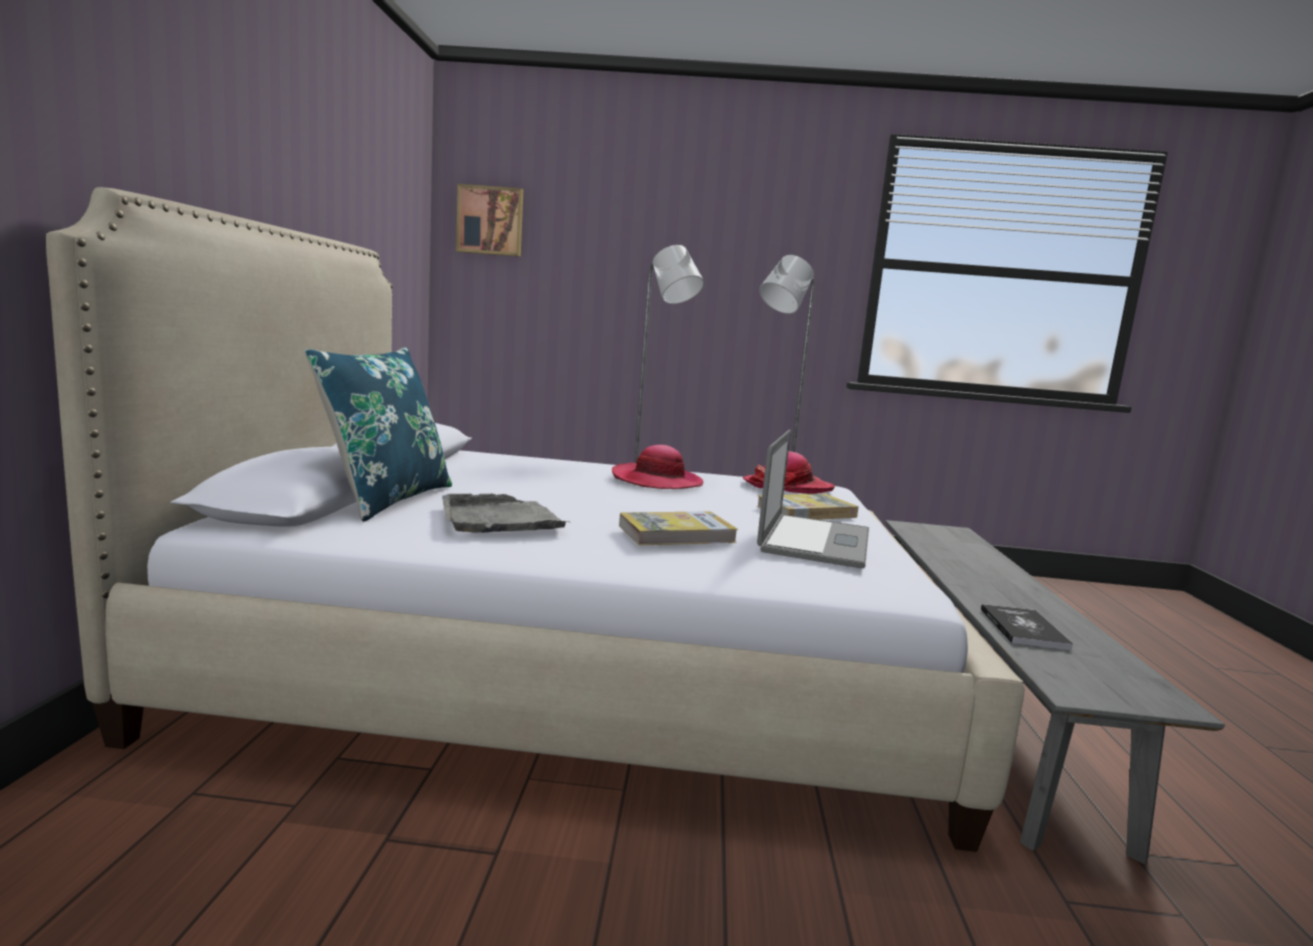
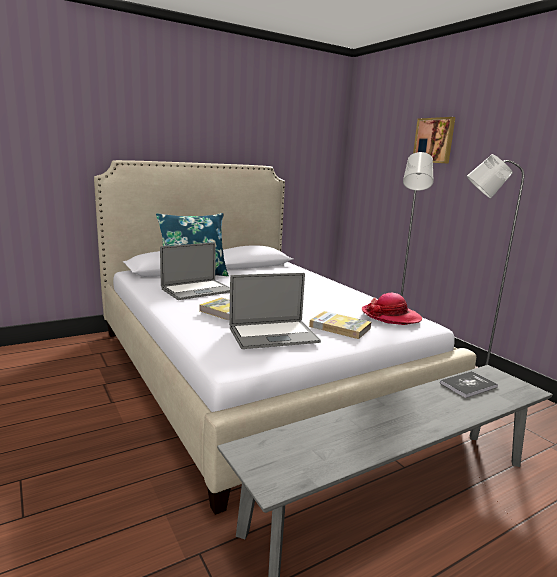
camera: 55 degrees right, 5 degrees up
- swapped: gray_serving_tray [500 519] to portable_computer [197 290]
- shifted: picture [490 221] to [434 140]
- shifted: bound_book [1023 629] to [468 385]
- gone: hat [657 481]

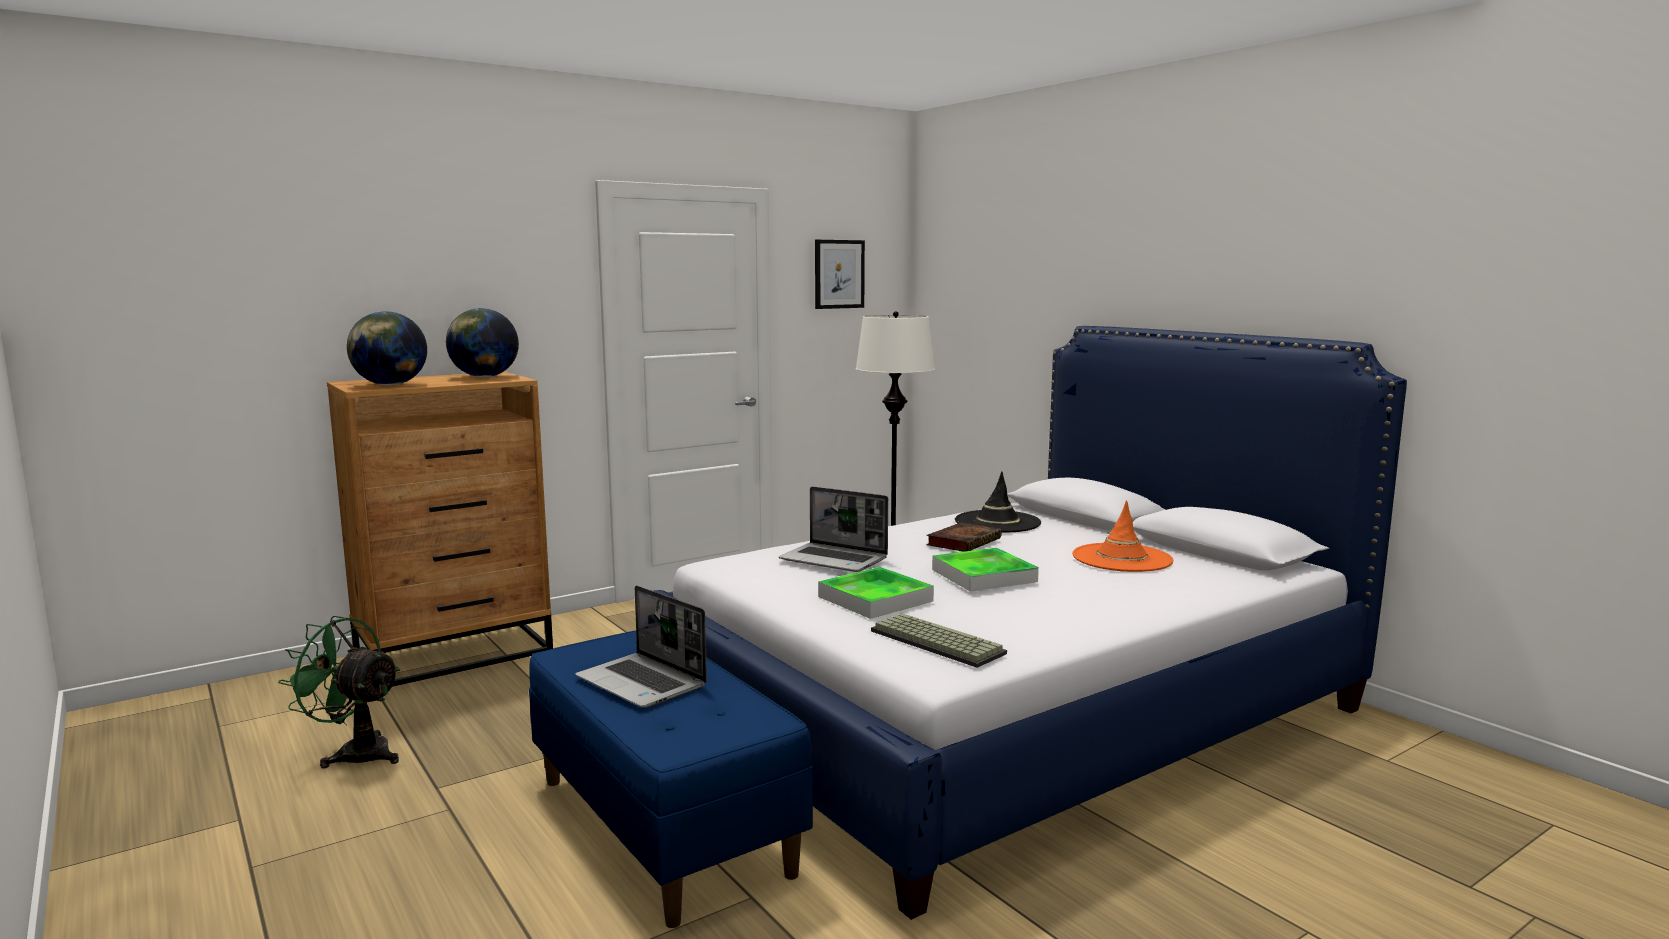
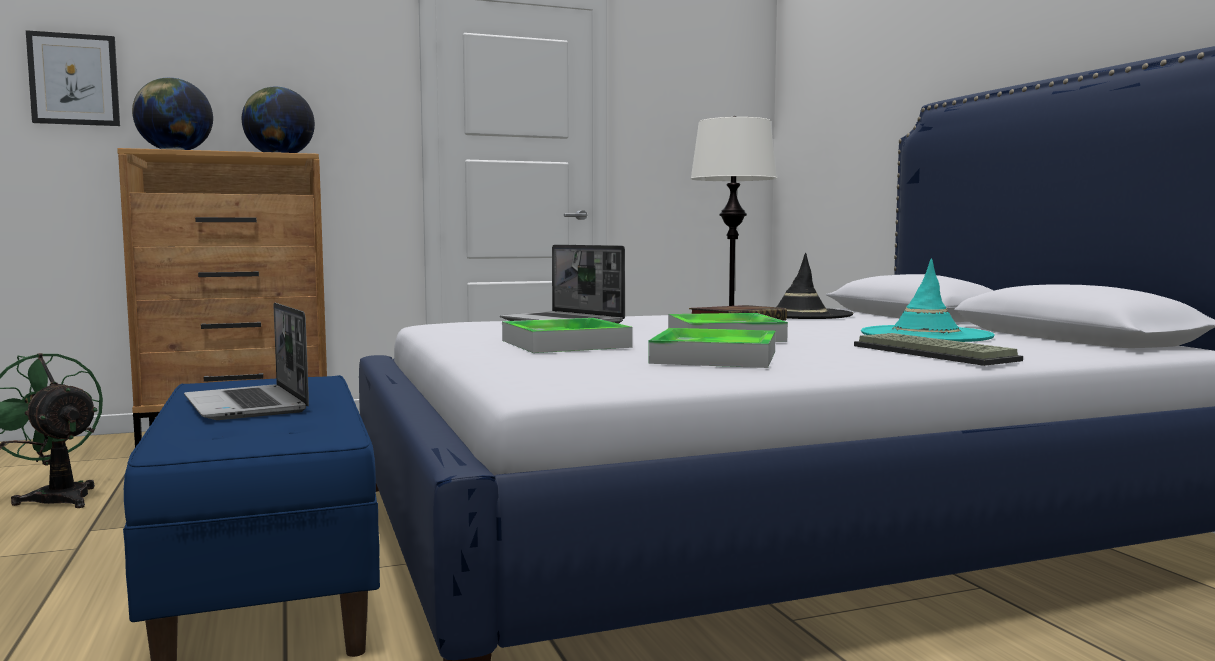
camera: 15 degrees right, 5 degrees down
- shifted: picture [839 274] to [74 79]
- new: serving_tray [714 357]
- shifted: keyboard [934 642] to [929 353]
- repainted: orange-coloured_hat [1121 558] to turquoise_hat [925 335]

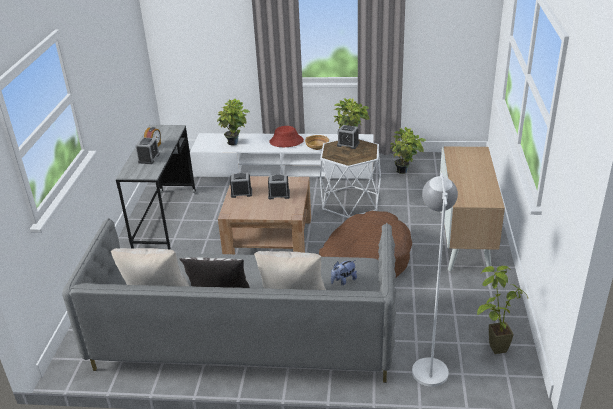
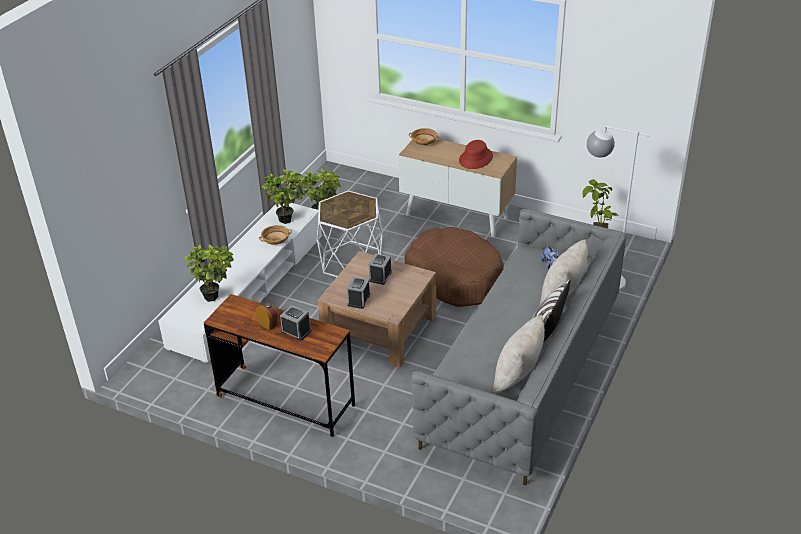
camera: 70 degrees left, 5 degrees up
- repainted: gray_desk_unit [165 219] to brown_desk_unit [285 401]
- new: sand-coloured_deep_dish [424 142]
- shifted: red-coloured_hat [286 141] to [476 159]
- gone: bedside_clock [348 144]

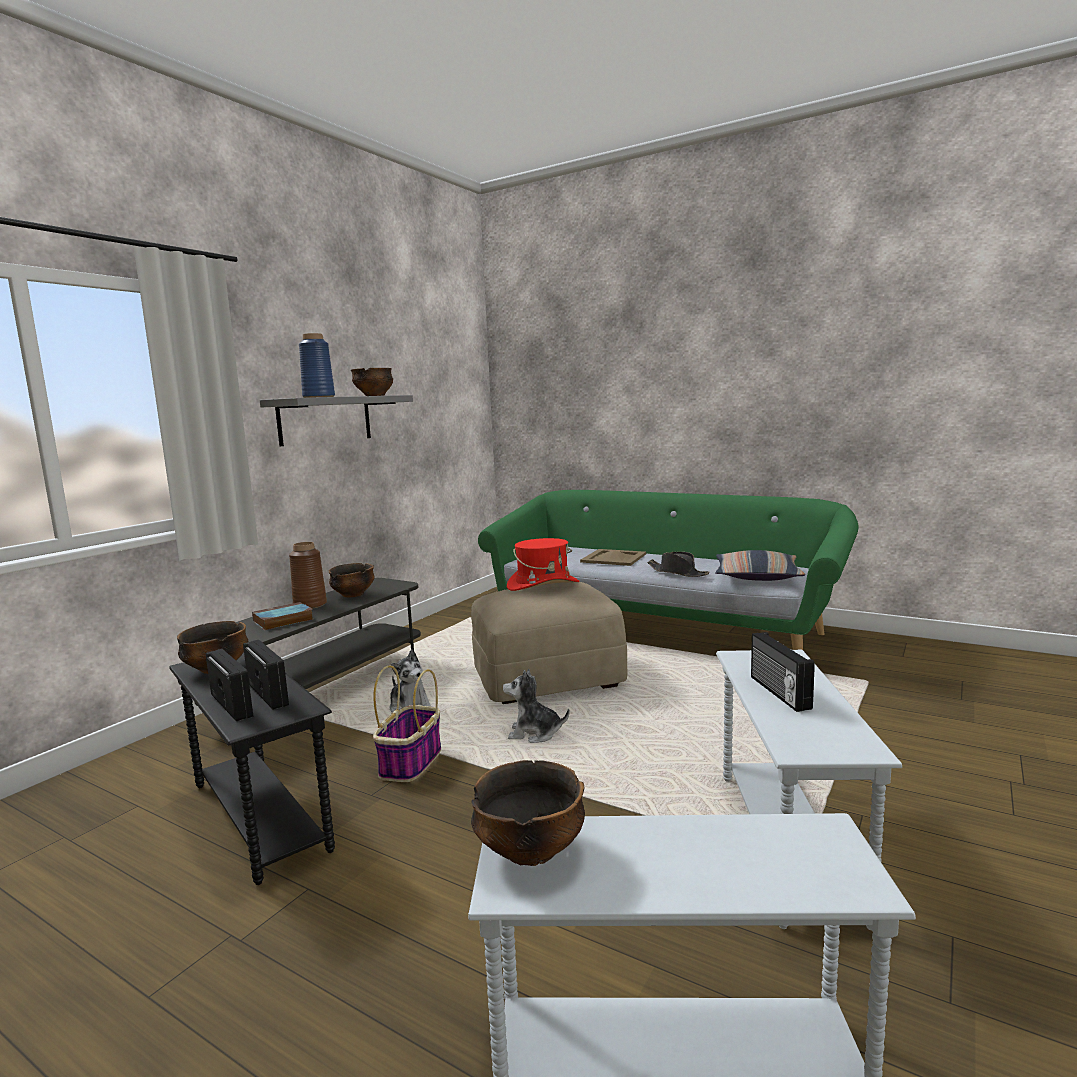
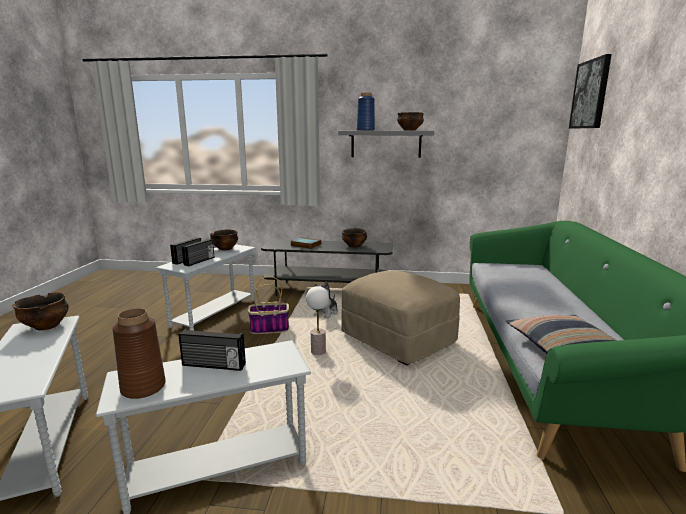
camera: 65 degrees right, 5 degrees up
- shifted: brown_vase [310 605] to [143 387]
- repainted: black_accent_table [258 817] to white_accent_table [214 313]
- rotated: radio_receiver [778 692] = [213 365] 135 degrees counterclockwise
- swapped: cuddly_toy [534 734] to tabletop_lamp [318 352]
- new: picture [590 94]
- gone: red-coloured_hat [543 585]
- gone: sand-coloured_serving_tray [614 558]
- gone: black_hat [678 572]

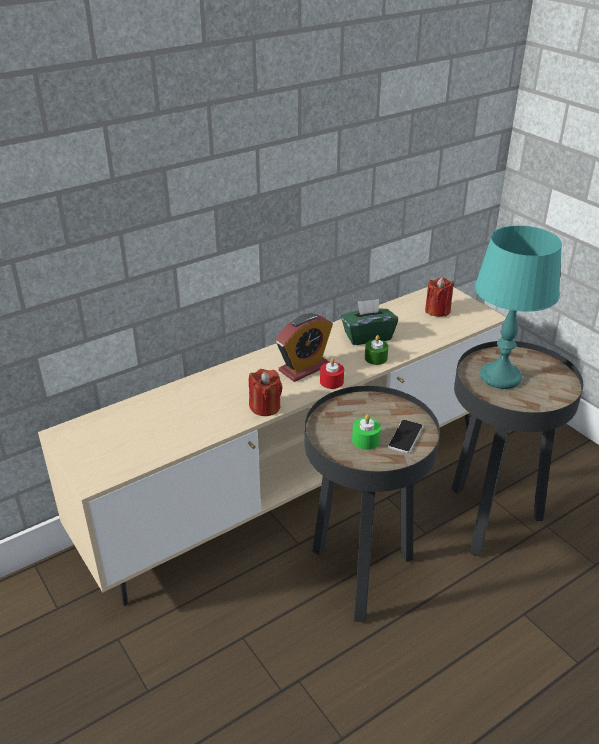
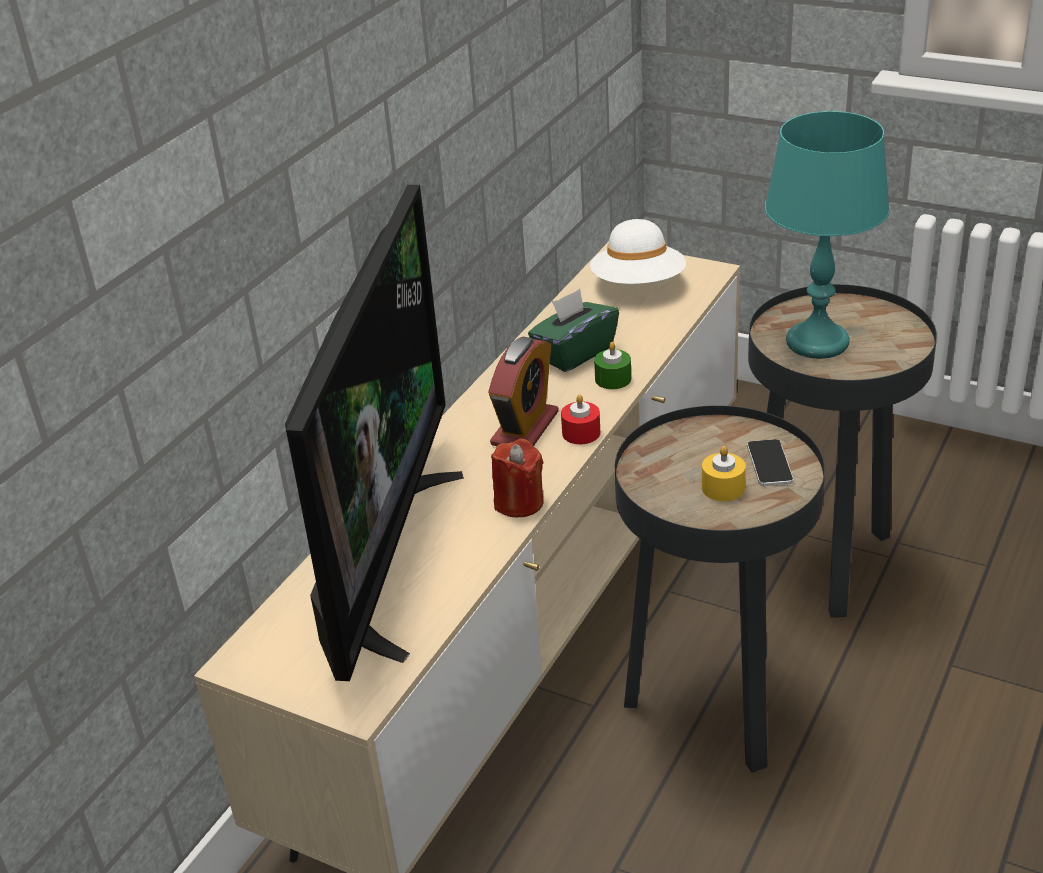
camera: 25 degrees left, 0 degrees up
- new: TV [383 558]
- swapped: red-coloured_wax_light [437 310] to white_hat [638 285]
- repainted: greenish_wax_light [365 440] to yellow_wax_light [723 488]

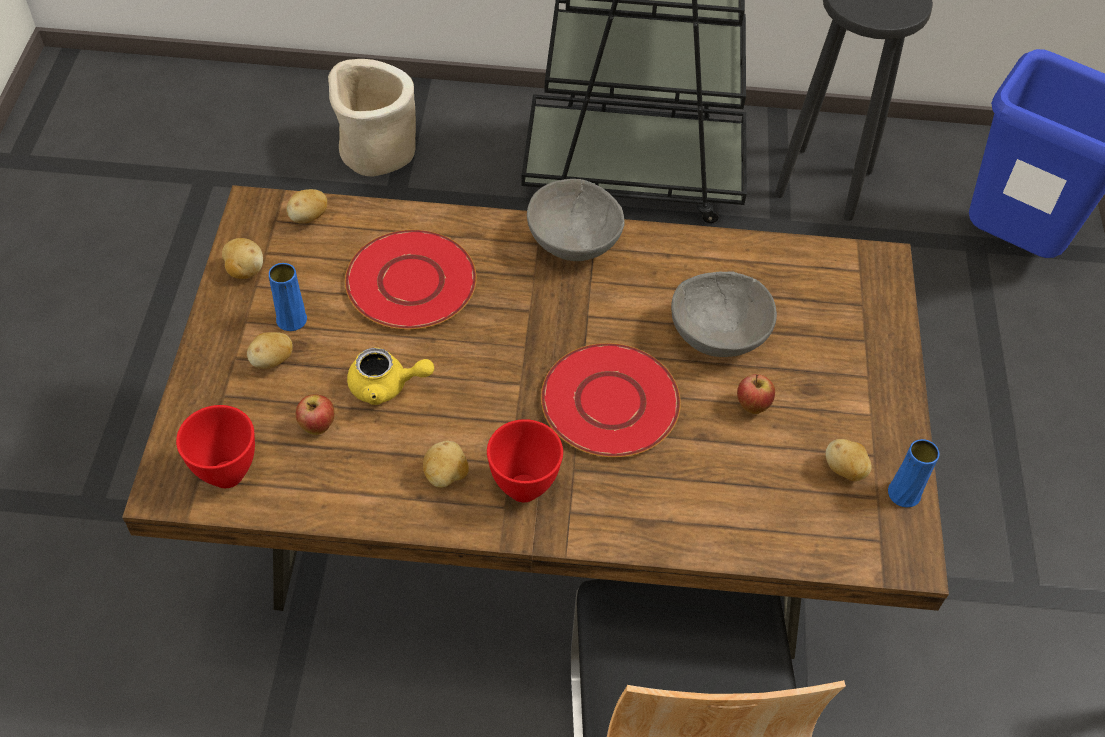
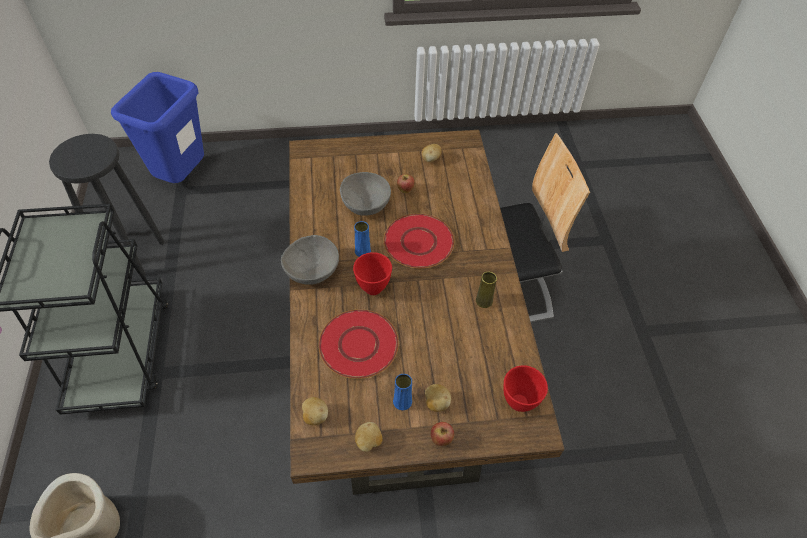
camera: 100 degrees left, 0 degrees up
- shifted: red-coloured_deep_dish [525 488] to [373 287]
- shifted: blue-coloured_vase [904 493] to [362 251]
- shifted: apple [317 427] to [441 439]
- swapped: potato [446 476] to yellow_vase [484 301]
- gone: yellow_pot_for_tea [386 386]

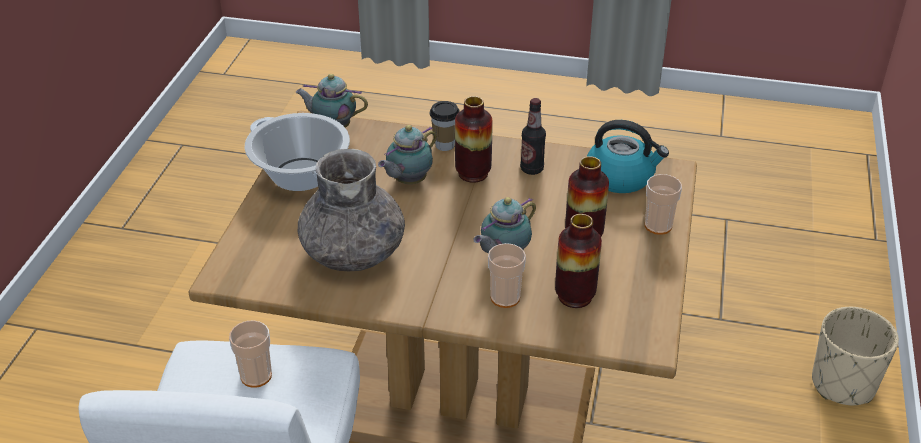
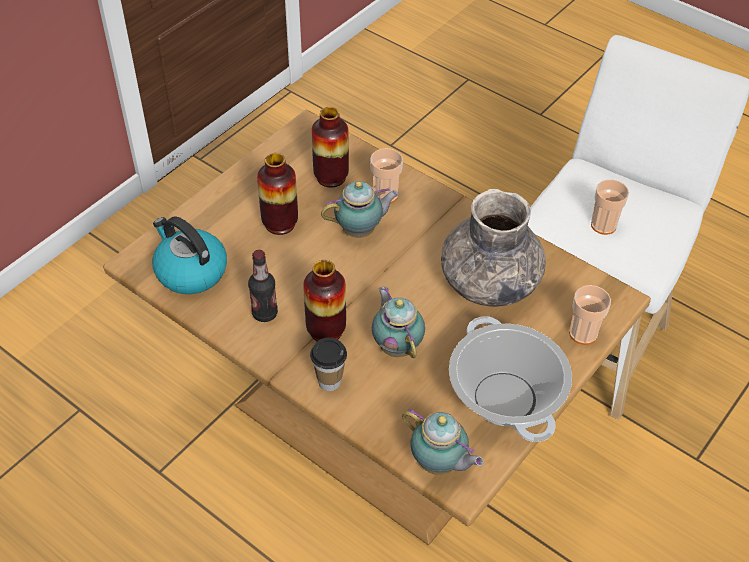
camera: 155 degrees left, 10 degrees up
- rotated: pot_for_tea [408 181] = [396 345] 90 degrees counterclockwise
- shifted: drinking_cup [658 226] to [583 333]
- gone: sand-coloured_plant_pot [843 384]

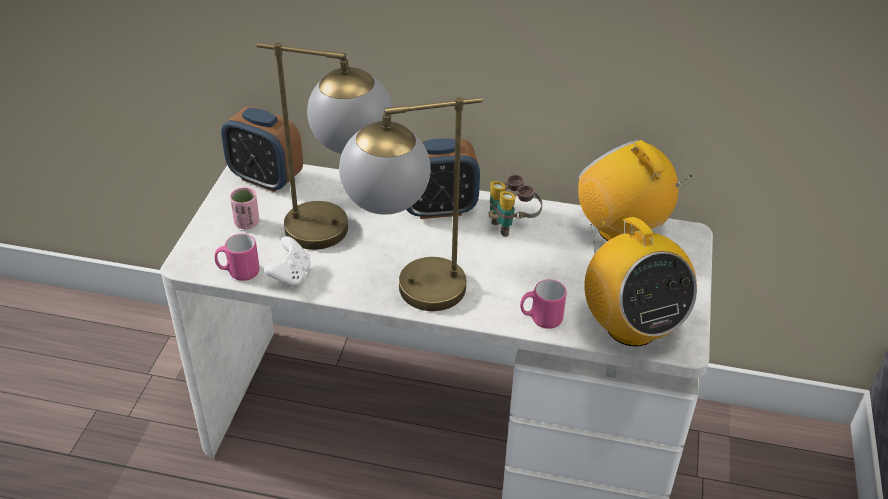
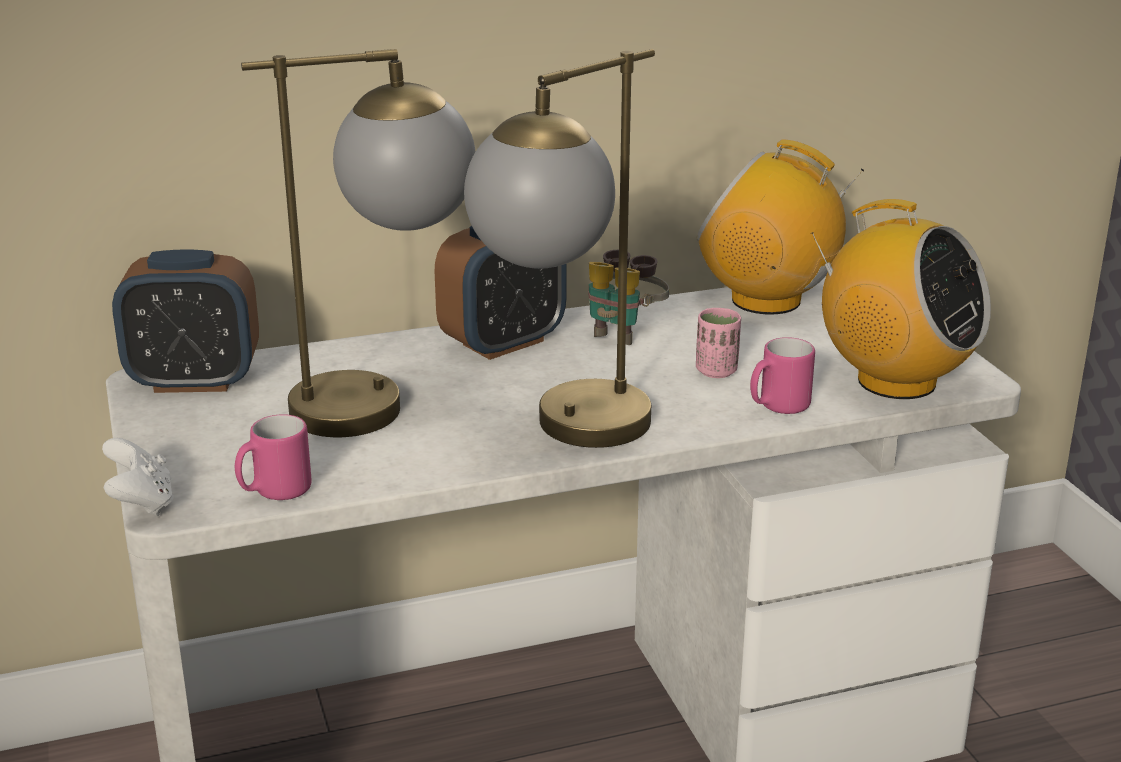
camera: 30 degrees left, 15 degrees down
- shifted: white_game_controller [290 275] to [141 504]
- shifted: pink_drinking_cup [247 223] to [716 371]

